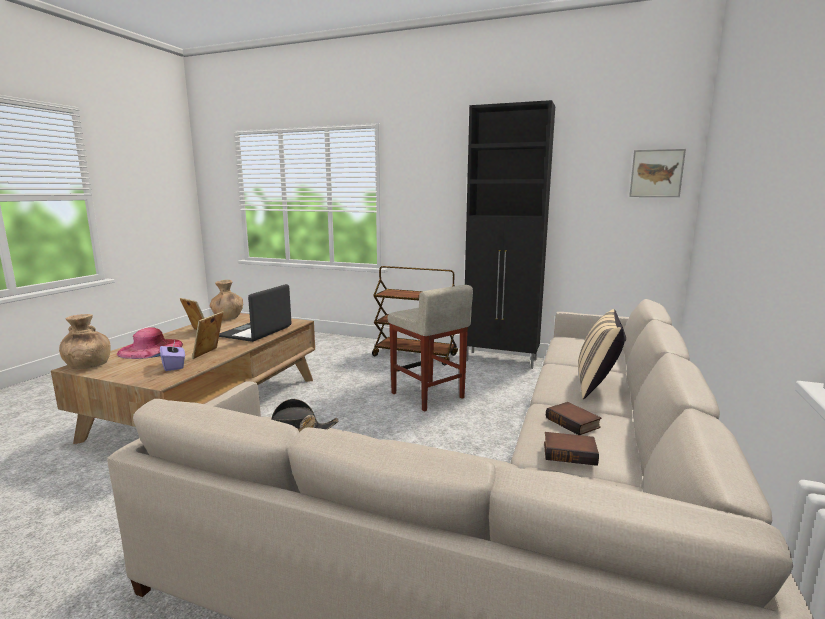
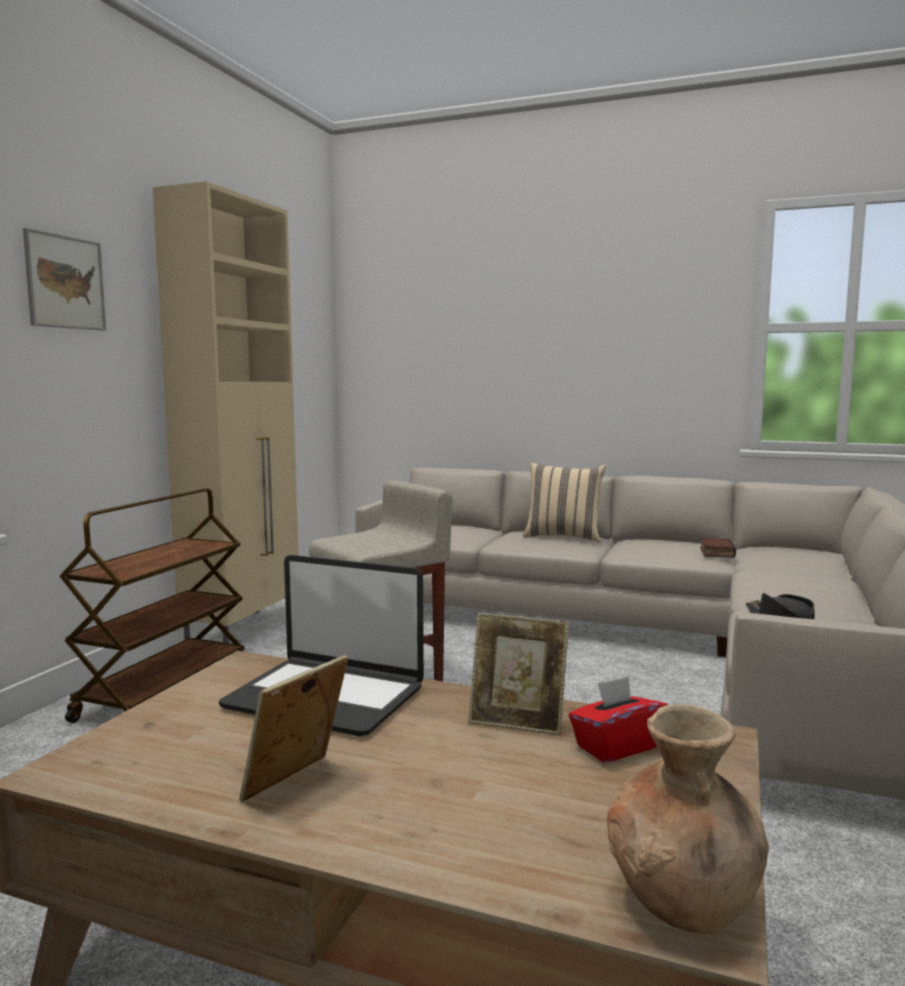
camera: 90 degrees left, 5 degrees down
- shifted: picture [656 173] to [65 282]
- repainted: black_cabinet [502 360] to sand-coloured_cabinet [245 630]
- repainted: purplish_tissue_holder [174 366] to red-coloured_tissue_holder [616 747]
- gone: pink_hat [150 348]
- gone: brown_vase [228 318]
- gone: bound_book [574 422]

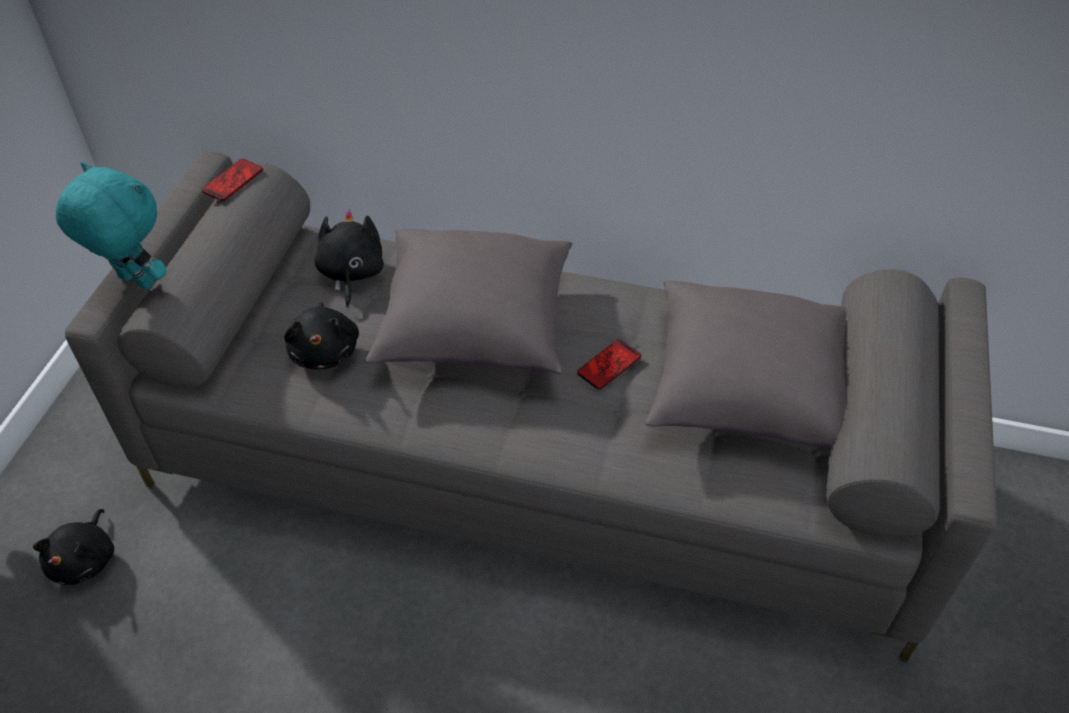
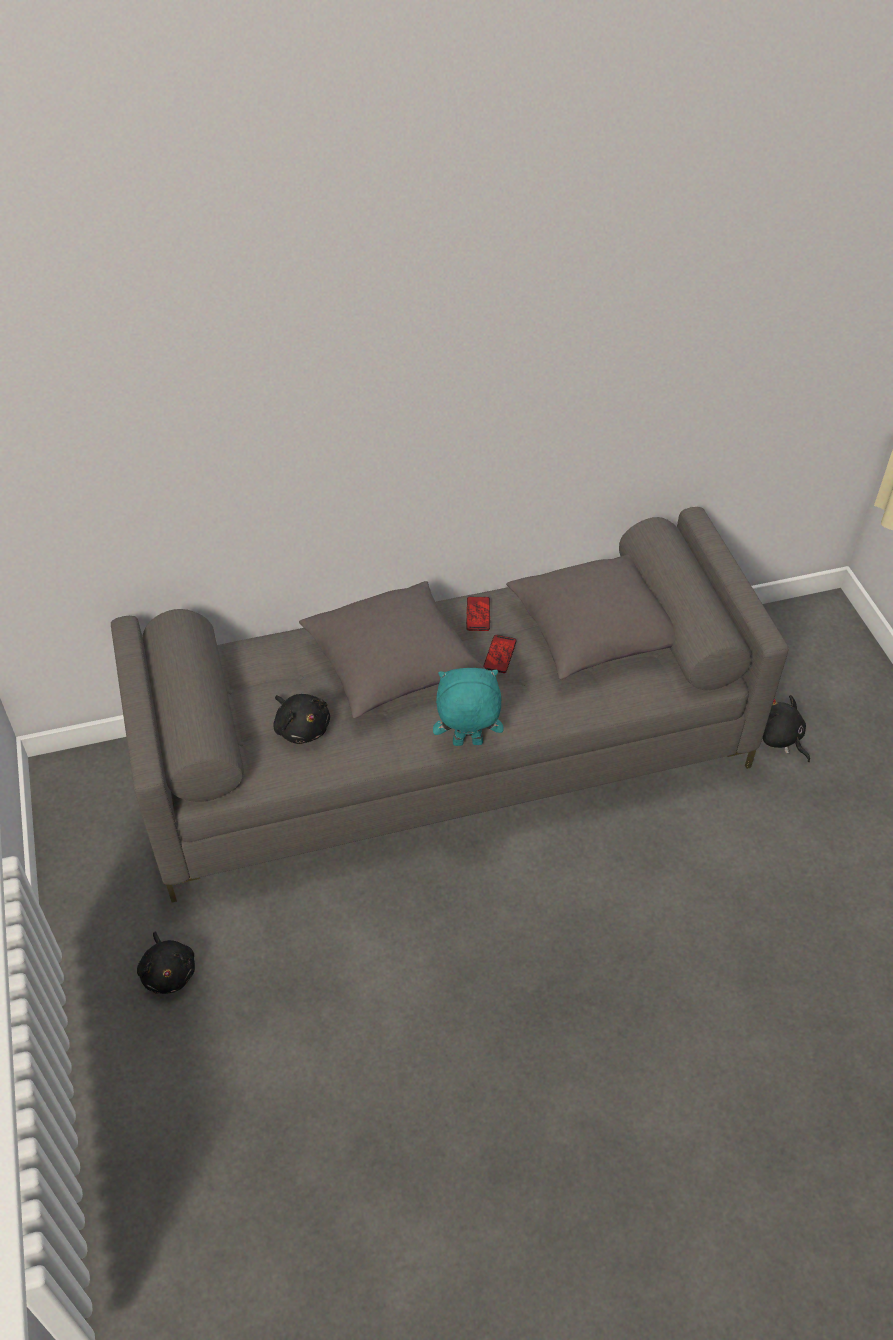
camera: 30 degrees left, 0 degrees up
- shifted: turquoise_cuddly_toy [135 282] to [467 744]
- shifted: phone [233 181] to [478 614]
- shifted: black_cuddly_toy [351 274] to [780 738]

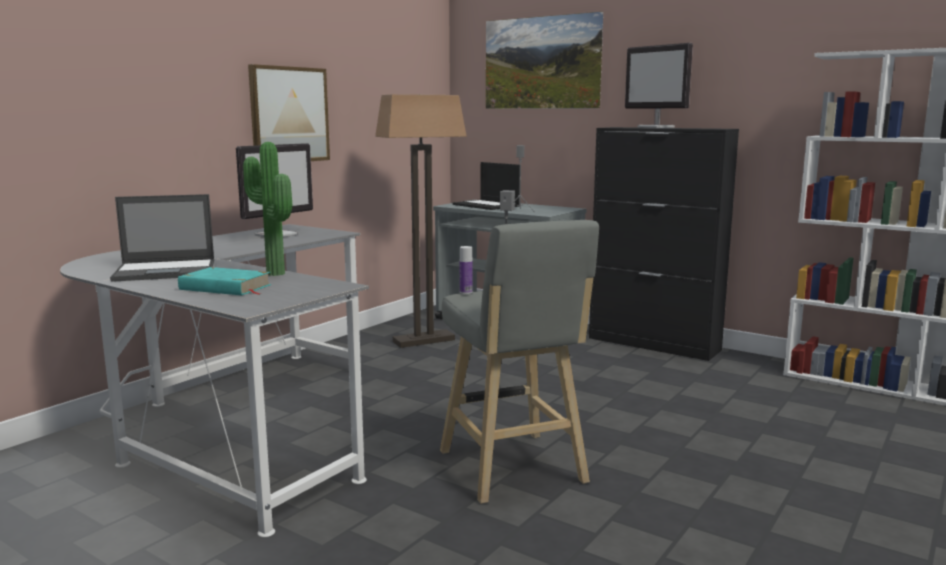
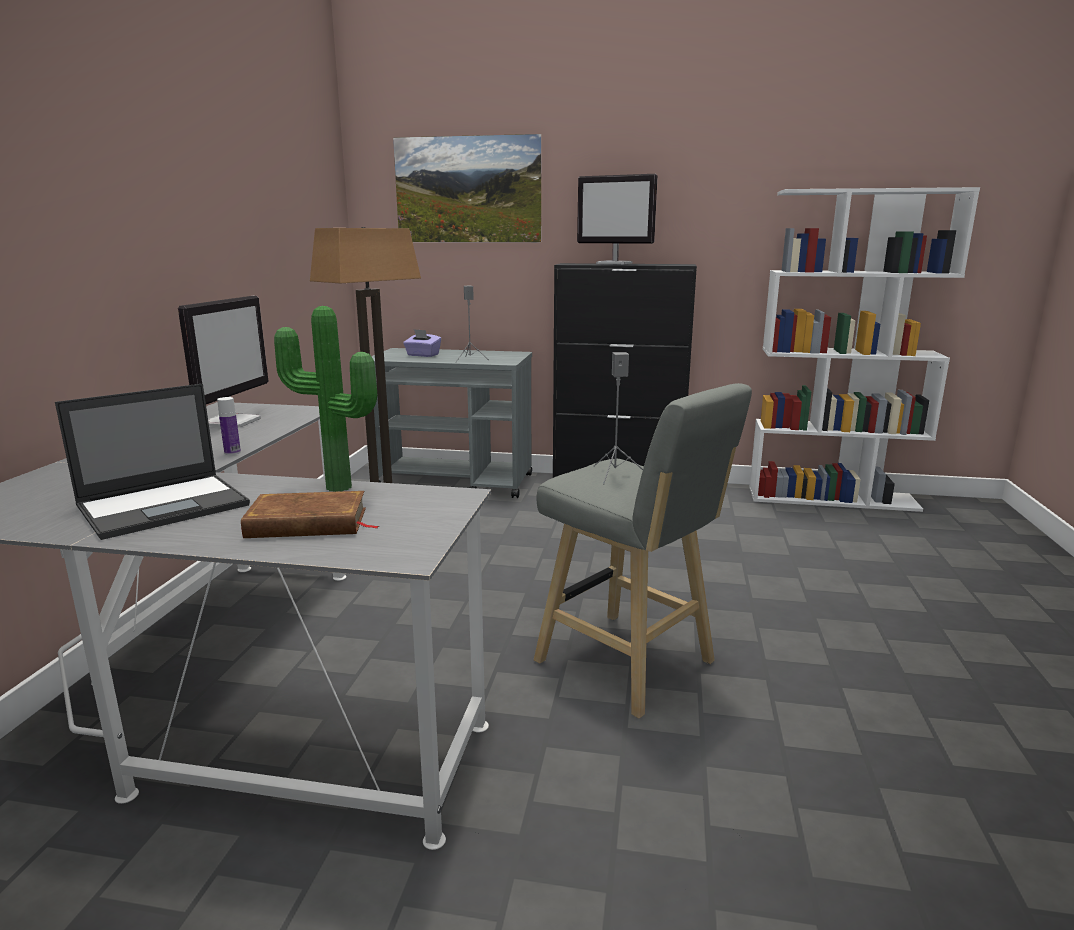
camera: 25 degrees left, 5 degrees up
- shifted: bottle [466 292] to [232 452]
- repainted: turquoise_bound_book [225 287] to brown_bound_book [308 523]
- swapped: portable_computer [487 205] to purplish_tissue_holder [422 355]
- gone: picture [289 115]

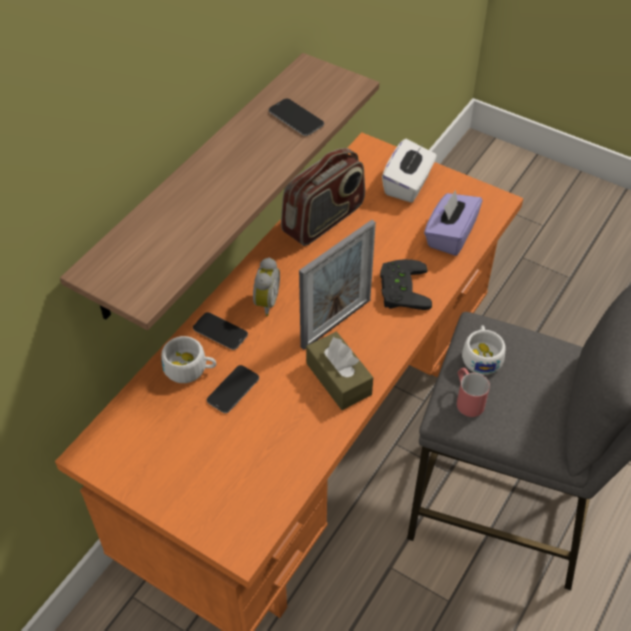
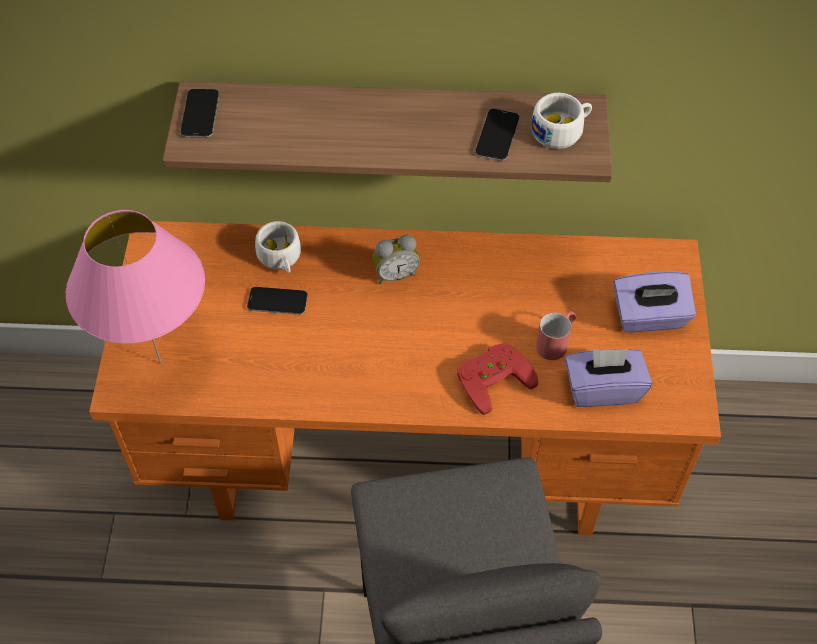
camera: 60 degrees right, 5 degrees up
- new: pink_tabletop_lamp [161 362]
- shifted: phone [220 332] to [200 114]
- repainted: black_game_controller [400 289] to red-coloured_game_controller [492 376]
- shifted: white_drinking_cup [481 356] to [561 130]
- shifted: red-coloured_mug [467 399] to [556 342]
- repainted: white_tissue_holder [408 185] to purplish_tissue_holder [649 317]
- gone: radio_receiver [324 220]
- gone: picture_frame [336 323]
- gone: brown_tissue_holder [338 379]

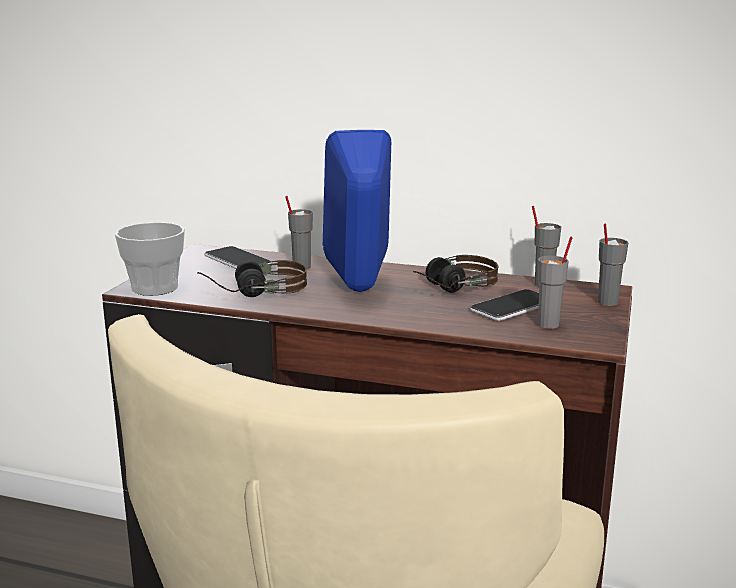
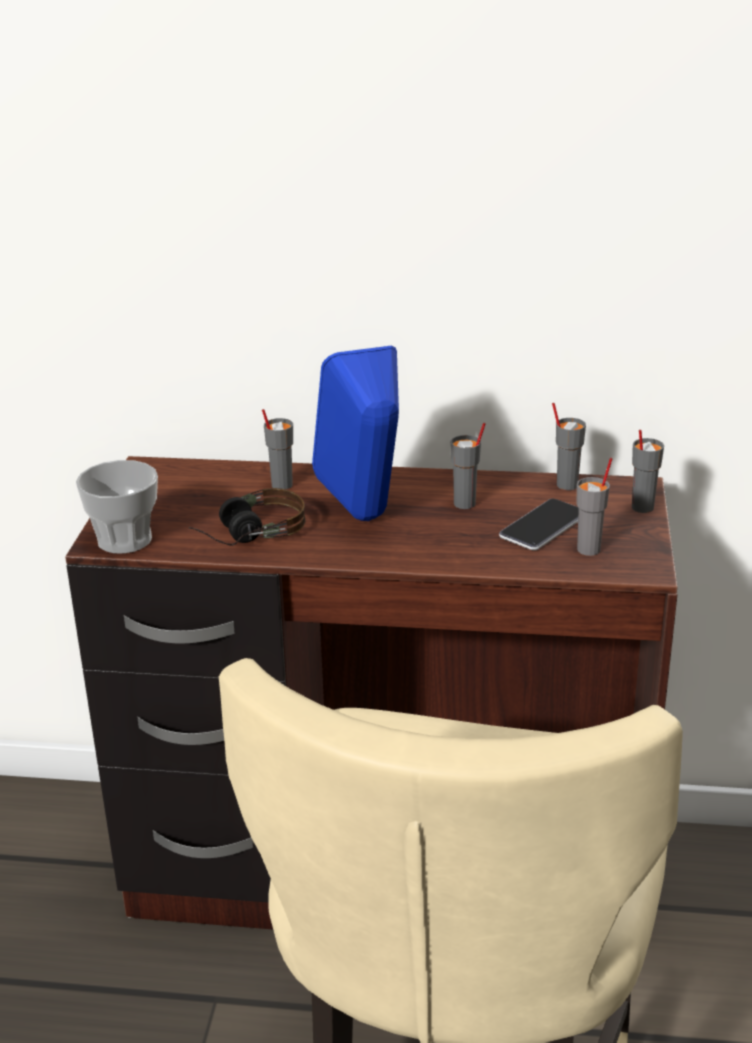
camera: 10 degrees left, 10 degrees up
- swapped: headphones [449 288] to gray_drinking_cup [465 504]
- gone: phone [237 260]

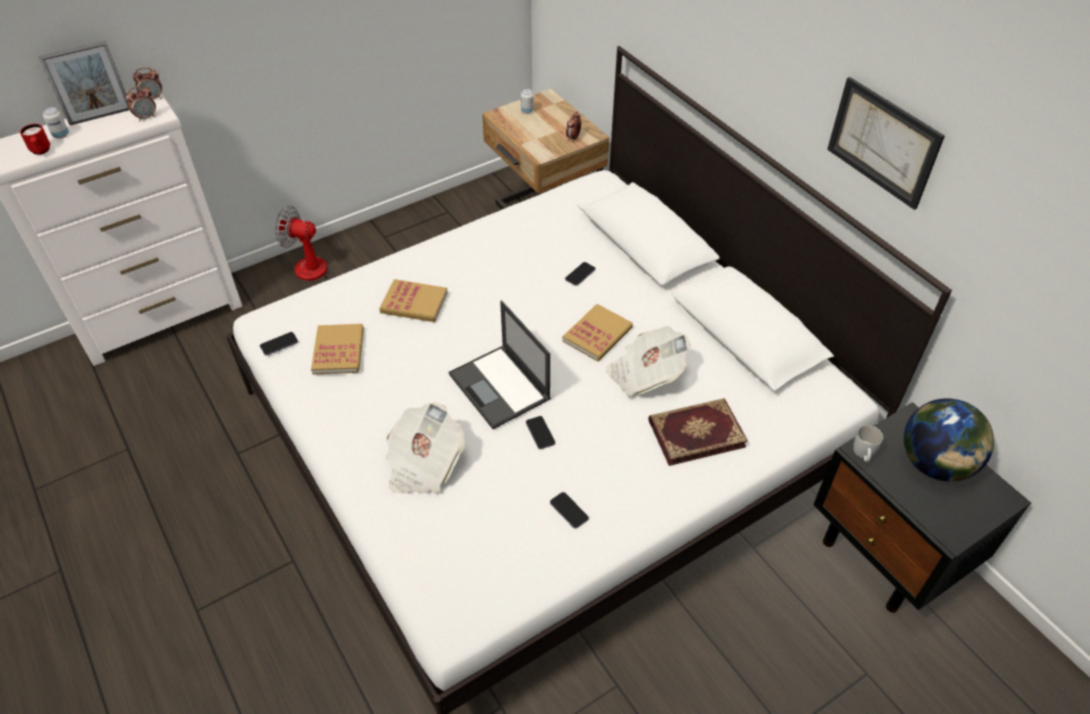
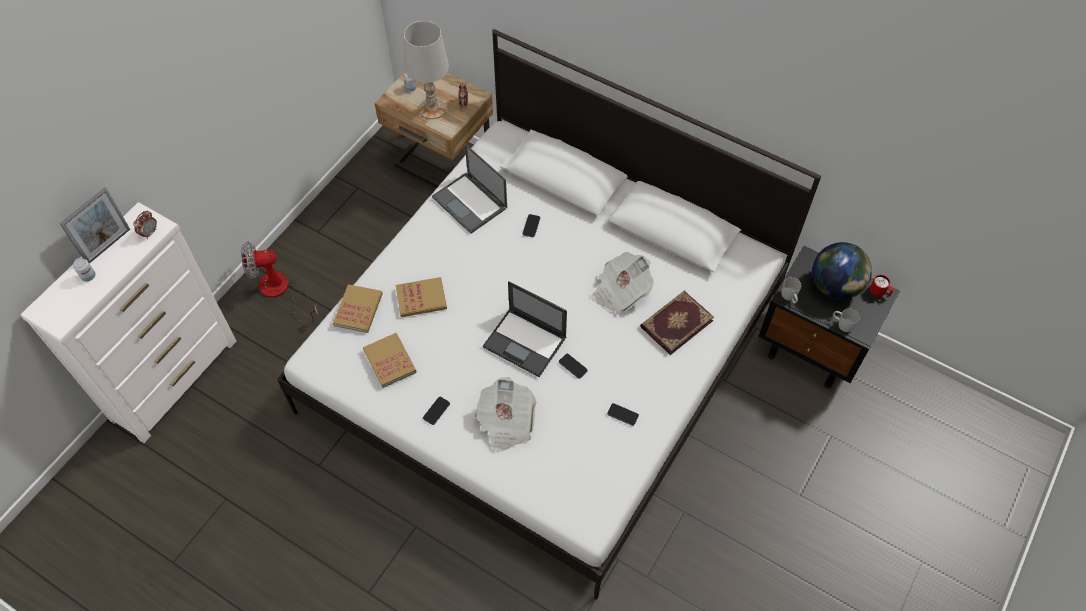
camera: 25 degrees left, 10 degrees up
- shifted: bound_book [597 334] to [358 310]
- new: white_tabletop_lamp [432 108]
- shifted: phone [279 344] to [436 411]
- new: portable_computer [470 203]
- new: white_mug [842 324]
- shifted: red-coloured_mug [41 152] to [879 293]
- gone: bedside_clock [153 98]
- gone: picture [883 142]

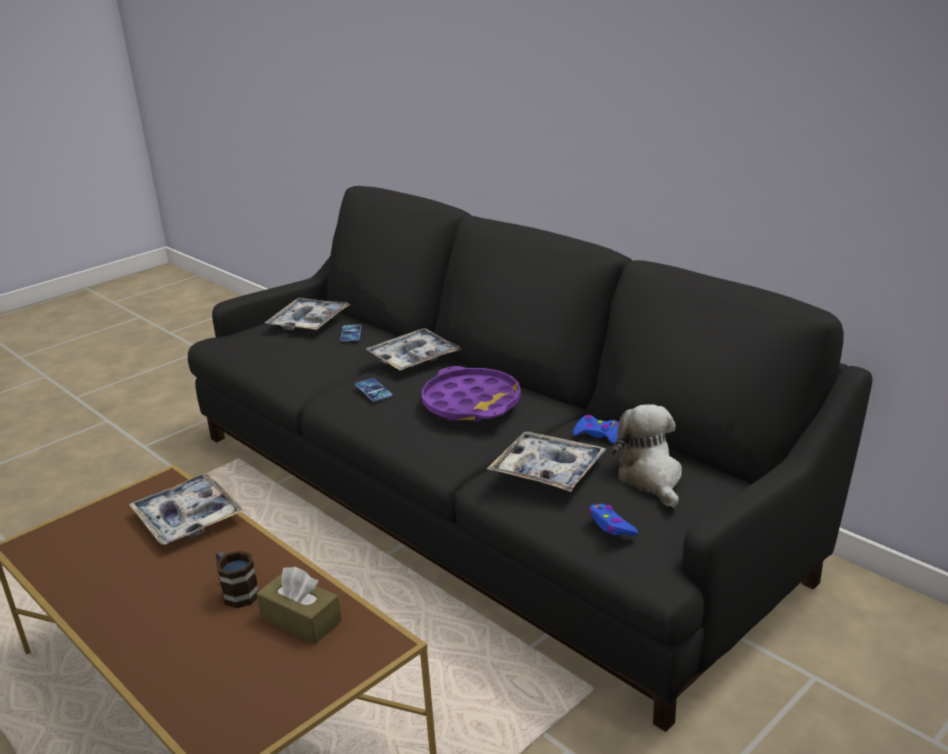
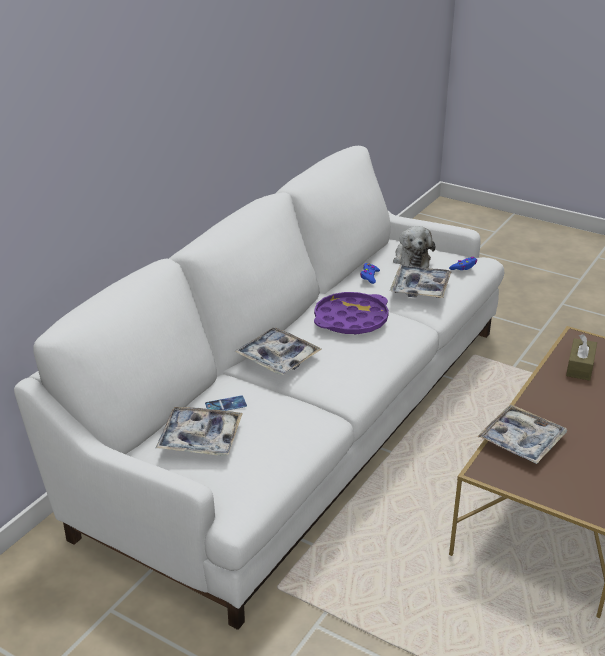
camera: 105 degrees left, 5 degrees up
- repainted: black_couch [481 497] to white_couch [303 418]
- rotated: cuddly_toy [651 478] = [411 259] 75 degrees counterclockwise
- gone: mug [236 591]
- gone: phone [373 390]

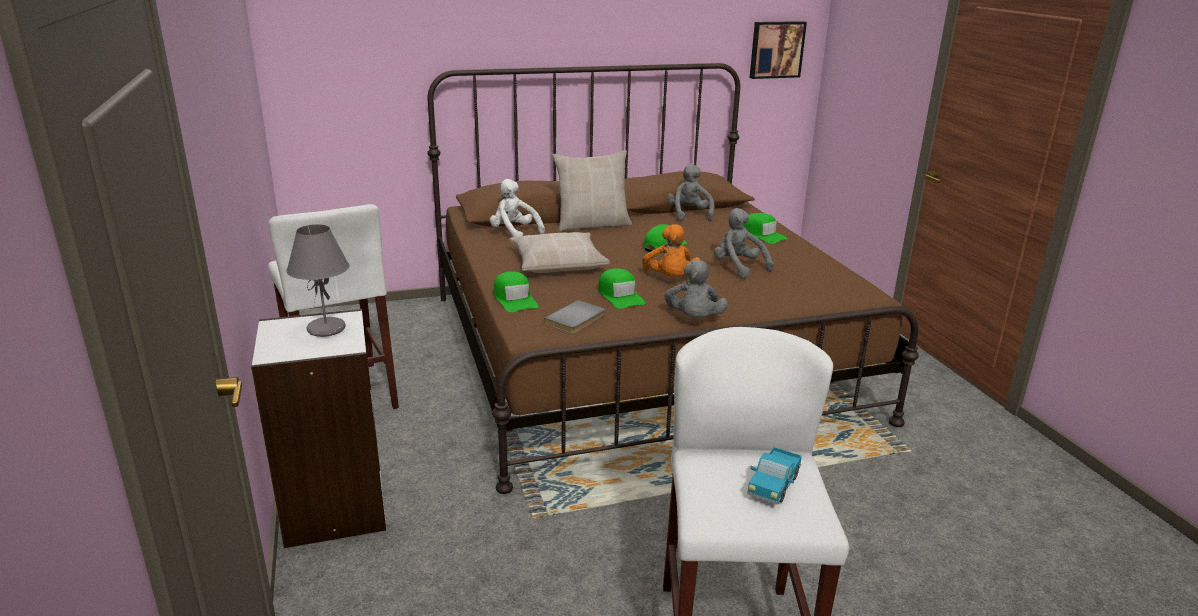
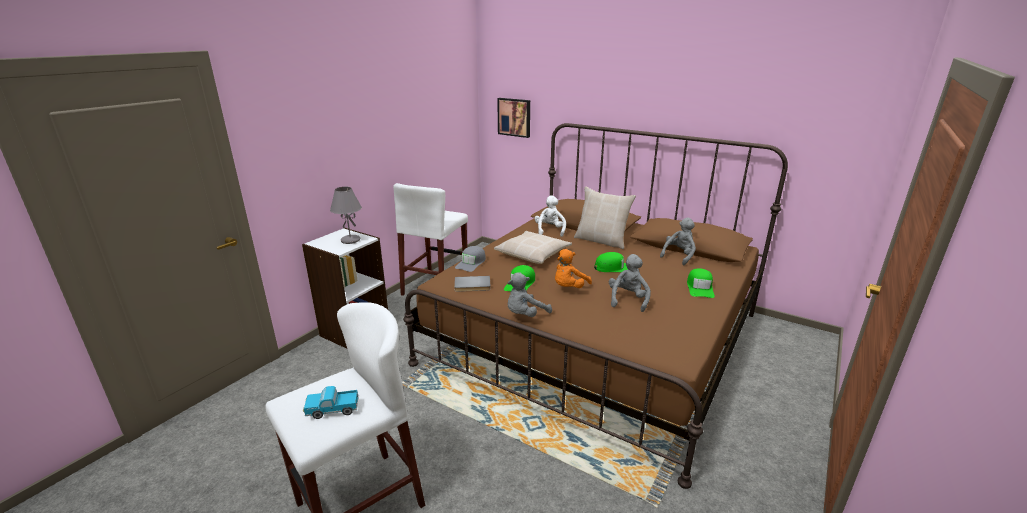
camera: 50 degrees right, 0 degrees up
- repainted: greenish_peaked_cap [514 299] to gray_peaked_cap [471 263]
- shifted: picture [776 49] to [514 117]

